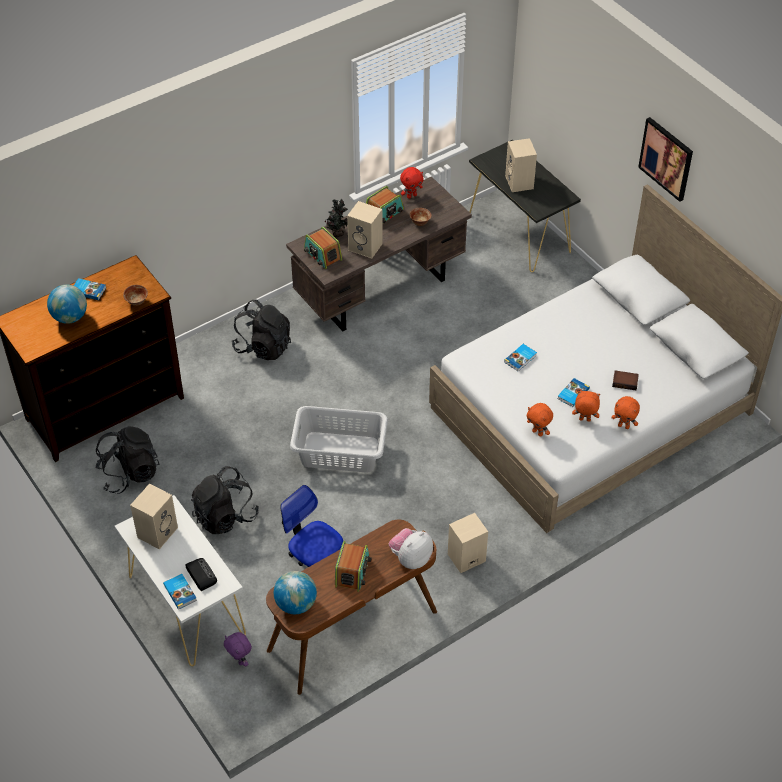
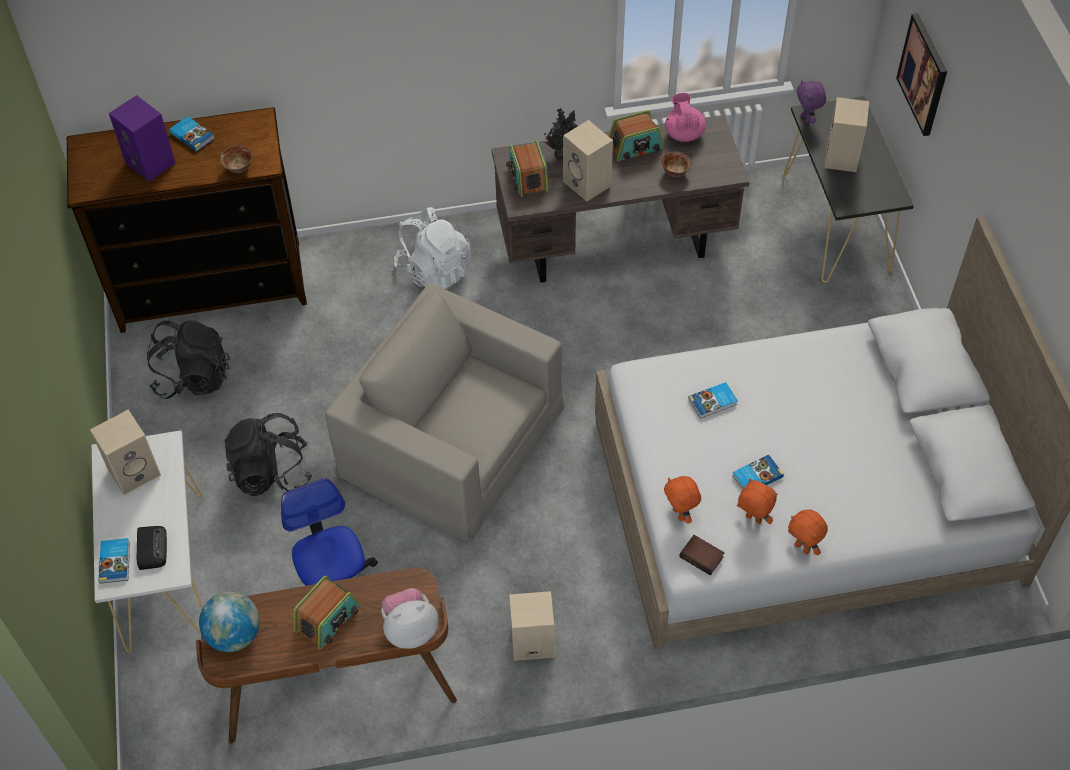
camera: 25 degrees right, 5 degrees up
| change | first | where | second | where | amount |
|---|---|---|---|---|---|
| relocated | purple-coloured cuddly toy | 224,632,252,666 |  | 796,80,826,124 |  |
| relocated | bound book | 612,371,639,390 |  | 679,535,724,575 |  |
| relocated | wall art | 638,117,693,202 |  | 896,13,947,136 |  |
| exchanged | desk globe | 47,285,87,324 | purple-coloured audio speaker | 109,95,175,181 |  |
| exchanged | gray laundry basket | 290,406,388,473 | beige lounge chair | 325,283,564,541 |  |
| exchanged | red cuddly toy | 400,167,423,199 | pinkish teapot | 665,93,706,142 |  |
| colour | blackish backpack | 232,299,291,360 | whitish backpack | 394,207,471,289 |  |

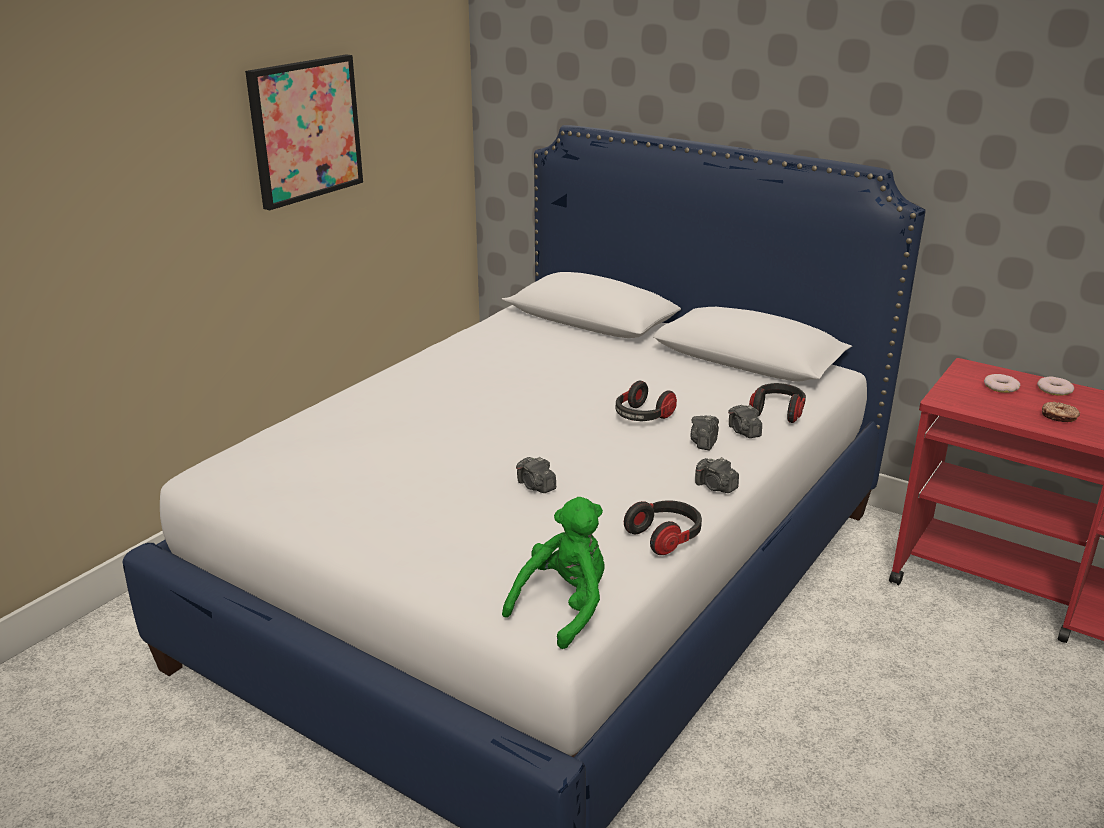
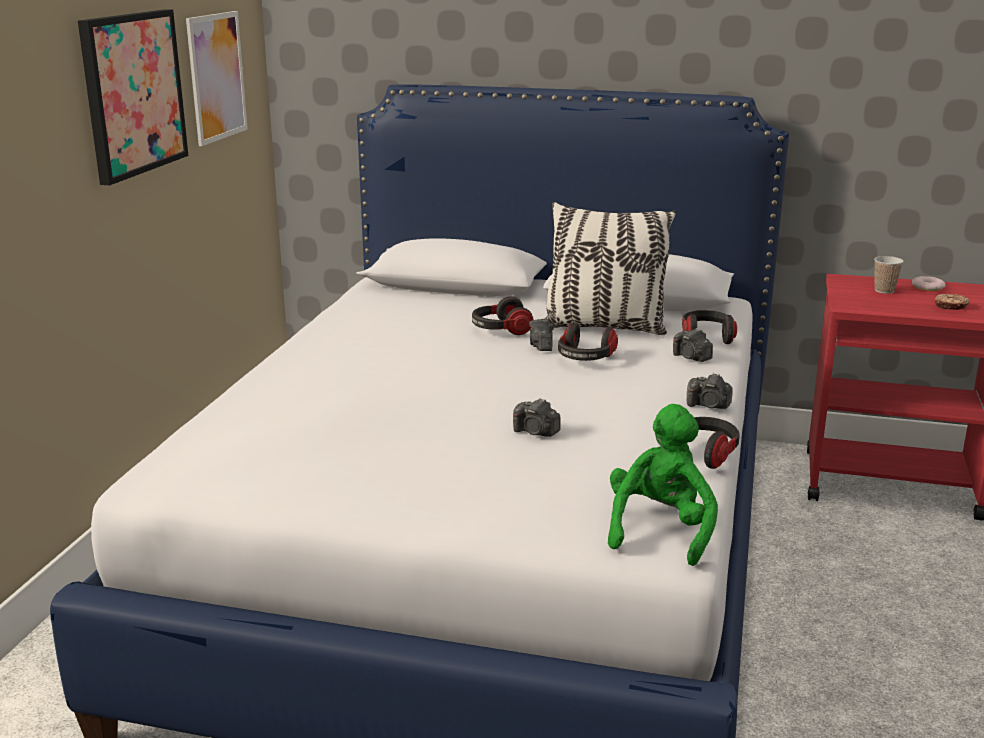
camera: 20 degrees left, 5 degrees down
| change | first | where | second | where | amount |
|---|---|---|---|---|---|
| appeared |  |  | wall art | 186,11,248,146 |  |
| appeared |  |  | headset | 472,296,533,335 |  |
| appeared |  |  | pillow | 544,202,676,335 |  |
| relocated | photo camera | 690,415,719,450 |  | 529,319,554,351 |  |
| exchanged | doughnut | 984,374,1020,393 | drinking cup | 874,256,904,294 |  |

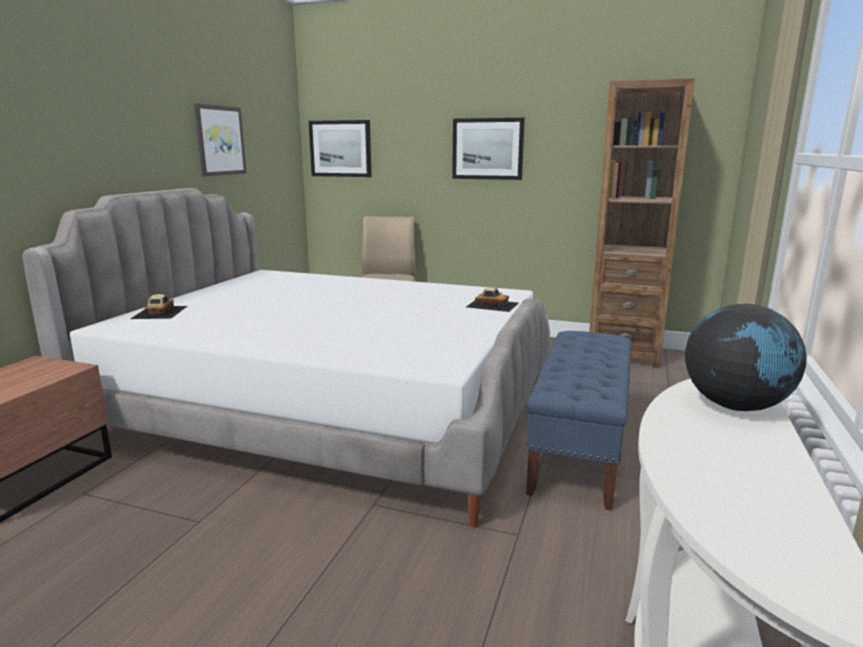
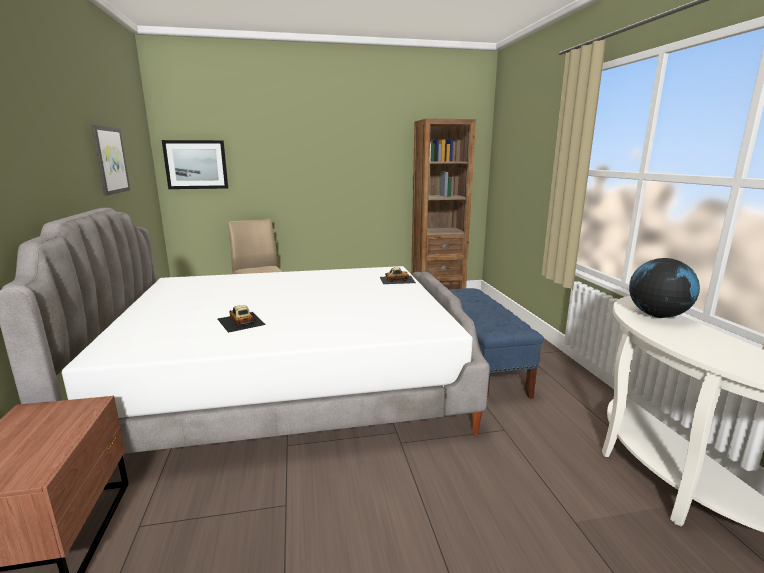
camera: 30 degrees left, 0 degrees up
| change | first | where | second | where | amount |
|---|---|---|---|---|---|
| missing | wall art | 452,118,525,180 |  |  |  |
| relocated | toy car | 130,294,187,319 |  | 218,305,266,333 |  |

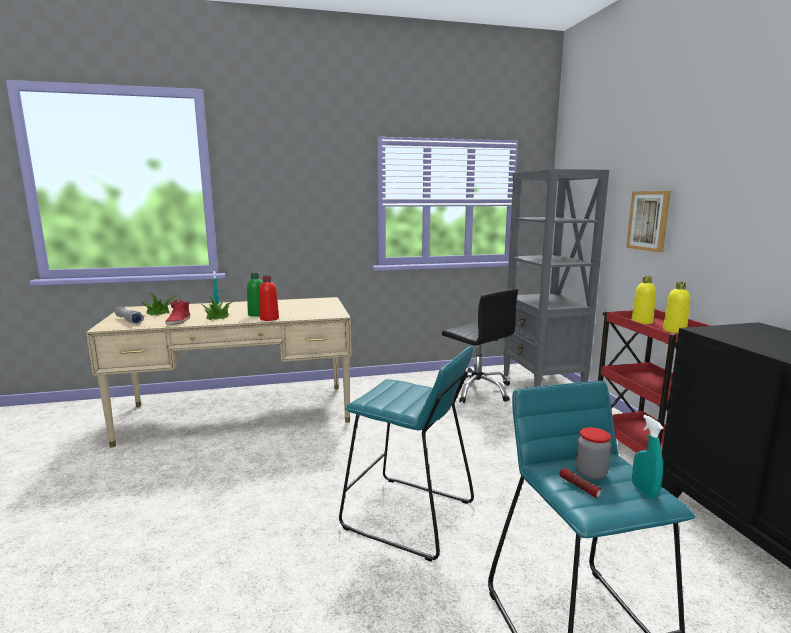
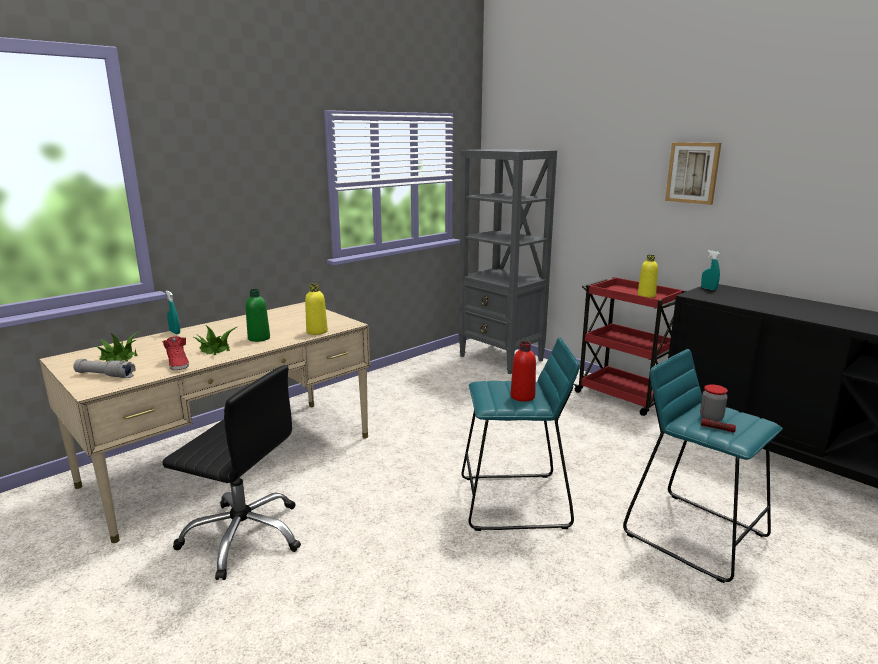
camera: 30 degrees left, 5 degrees up
| change | first | where | second | where | amount |
|---|---|---|---|---|---|
| relocated | red drink bottle | 259,276,279,321 |  | 510,341,536,402 |  |
| relocated | blackish desk chair | 442,289,518,403 |  | 162,365,301,580 |  |
| relocated | wall art | 626,191,671,252 |  | 665,142,721,205 |  |
| relocated | yellow drink bottle | 631,276,656,324 |  | 305,284,328,335 |  |
| relocated | turquoise-coloured spray bottle | 632,415,663,499 |  | 701,250,720,290 |  |

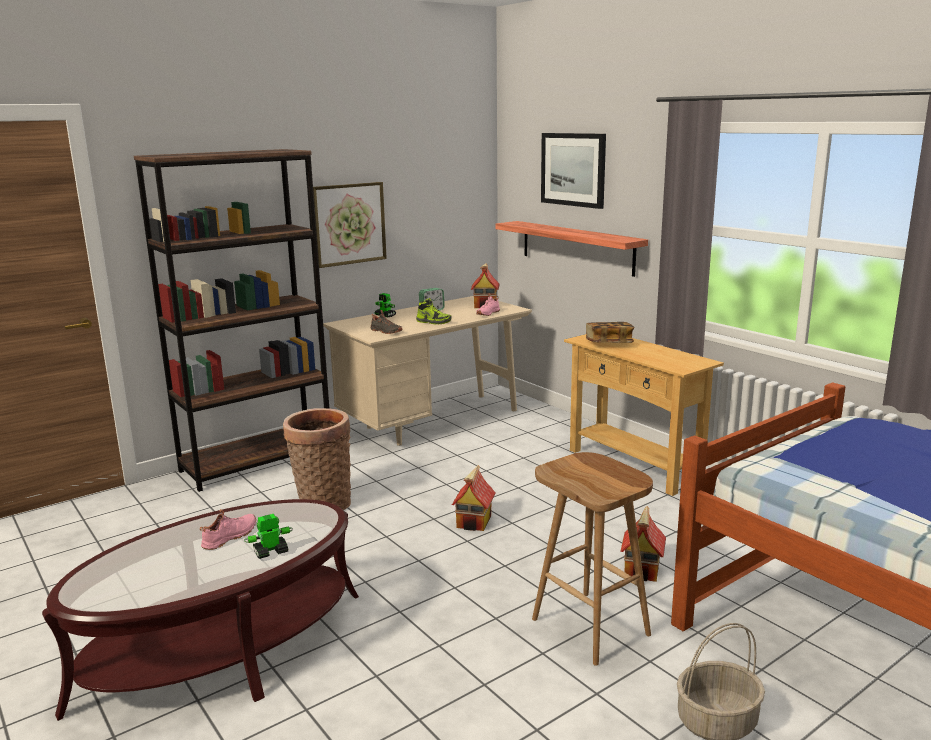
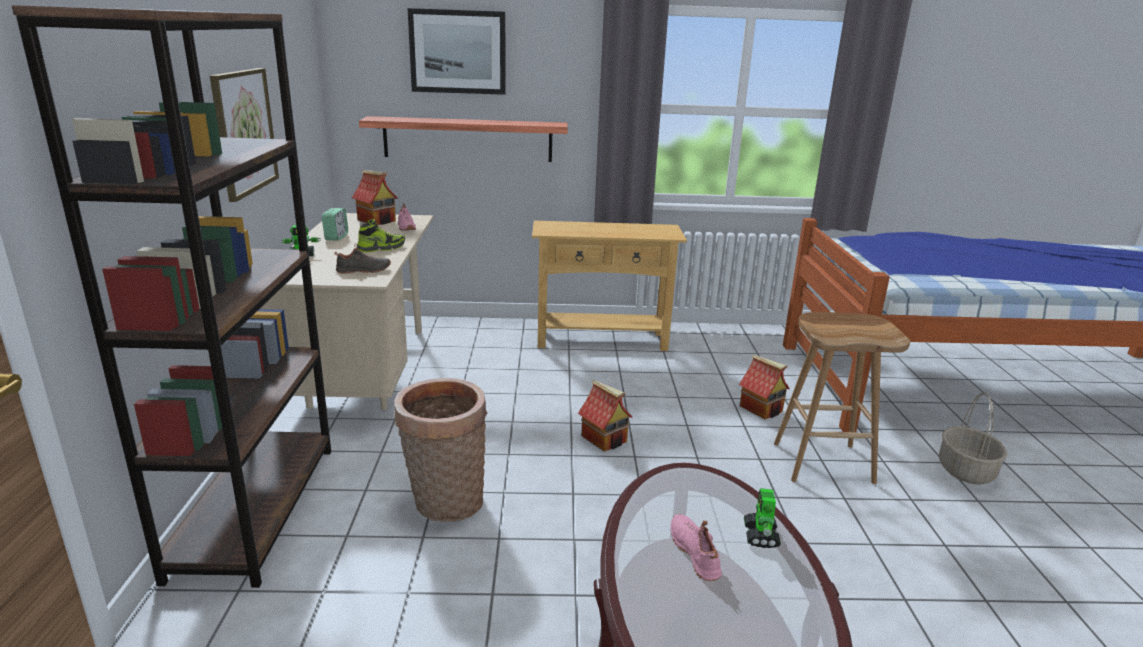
camera: 55 degrees left, 5 degrees up
| change | first | where | second | where | amount |
|---|---|---|---|---|---|
| missing | bound book | 586,322,635,343 |  |  |  |

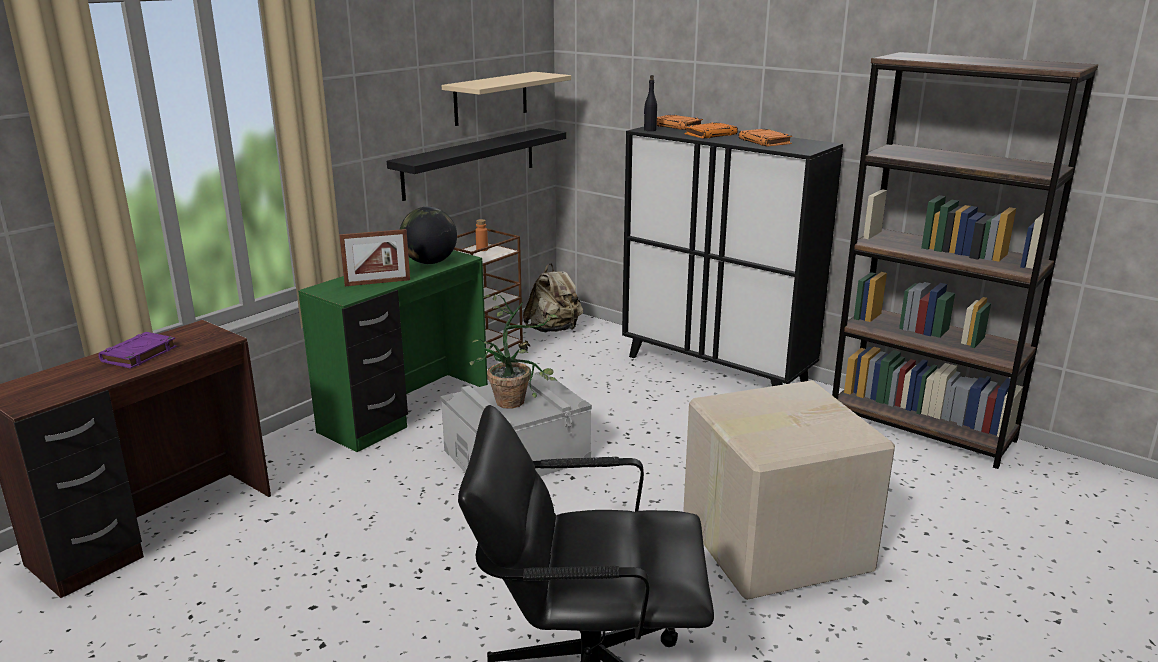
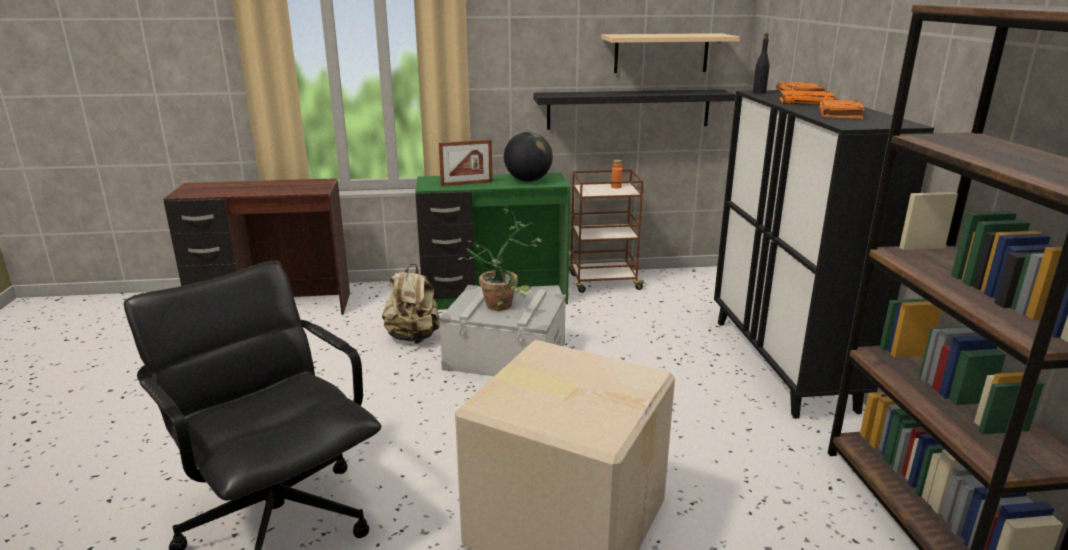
camera: 45 degrees right, 0 degrees up
| change | first | where | second | where | amount |
|---|---|---|---|---|---|
| missing | purple-coloured bound book | 99,332,177,369 |  |  |  |
| relocated | beige backpack | 523,263,583,332 |  | 382,263,440,344 |  |
| spun | photo frame | 339,229,410,286 |  | 439,140,493,186 | 45 degrees counterclockwise |

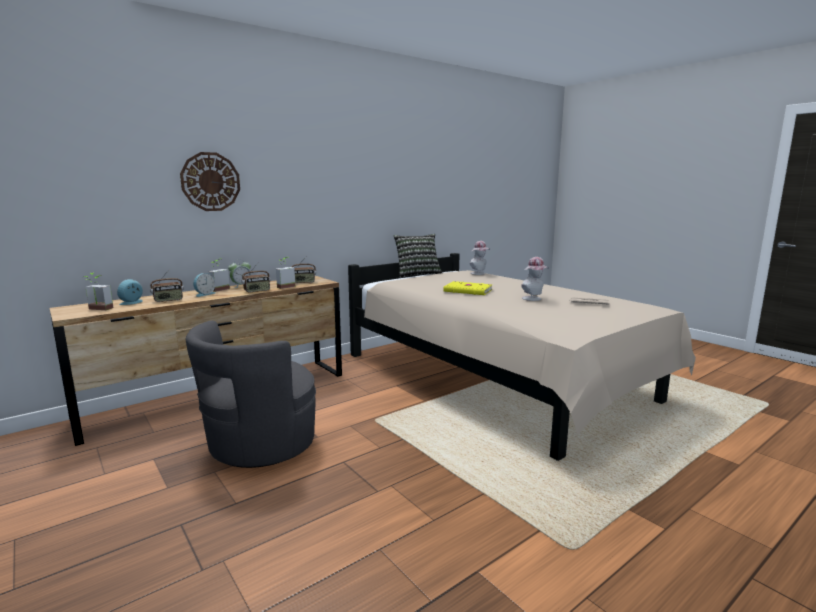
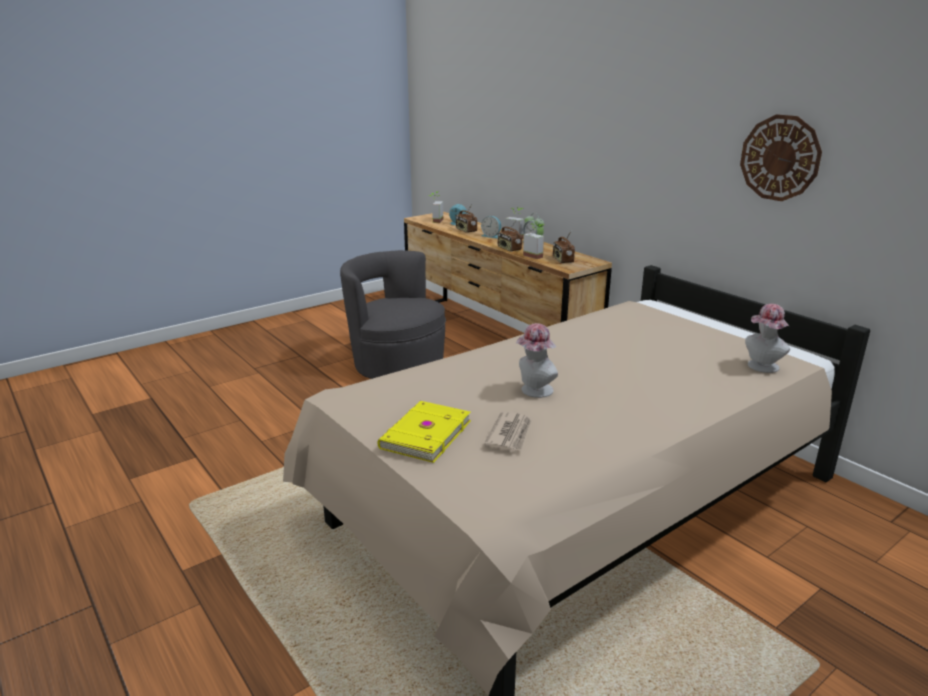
camera: 90 degrees right, 10 degrees up
| change | first | where | second | where | amount |
|---|---|---|---|---|---|
| missing | pillow | 394,234,442,278 |  |  |  |
| relocated | clock on the wall | 180,152,240,211 |  | 740,114,822,201 |  |
| relocated | yellow bound book | 443,281,492,295 |  | 378,401,471,463 |  |

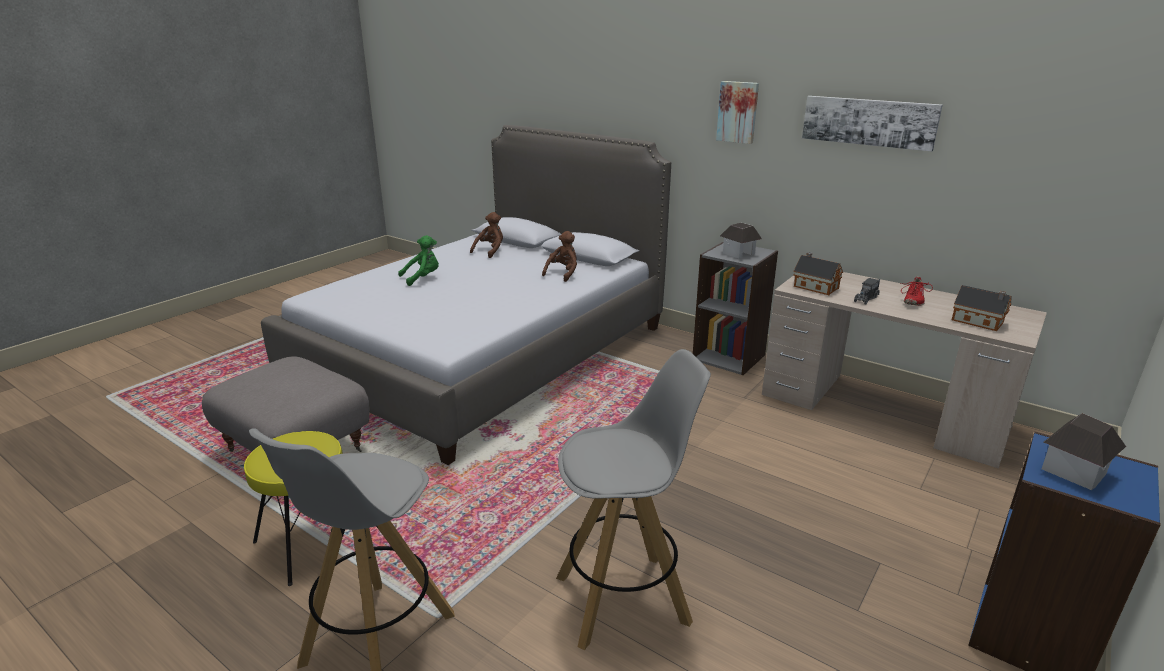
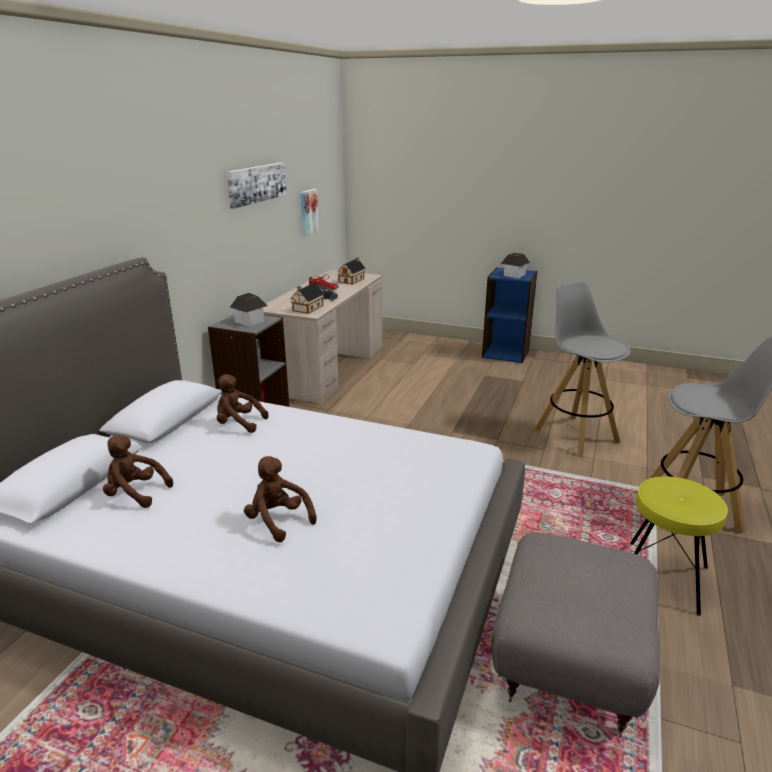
camera: 105 degrees left, 0 degrees up
| change | first | where | second | where | amount |
|---|---|---|---|---|---|
| relocated | wall art | 716,81,759,144 |  | 300,189,319,236 |  |
| colour | greenish cuddly toy | 398,235,439,286 | brown-coloured cuddly toy | 244,456,317,542 |  |

